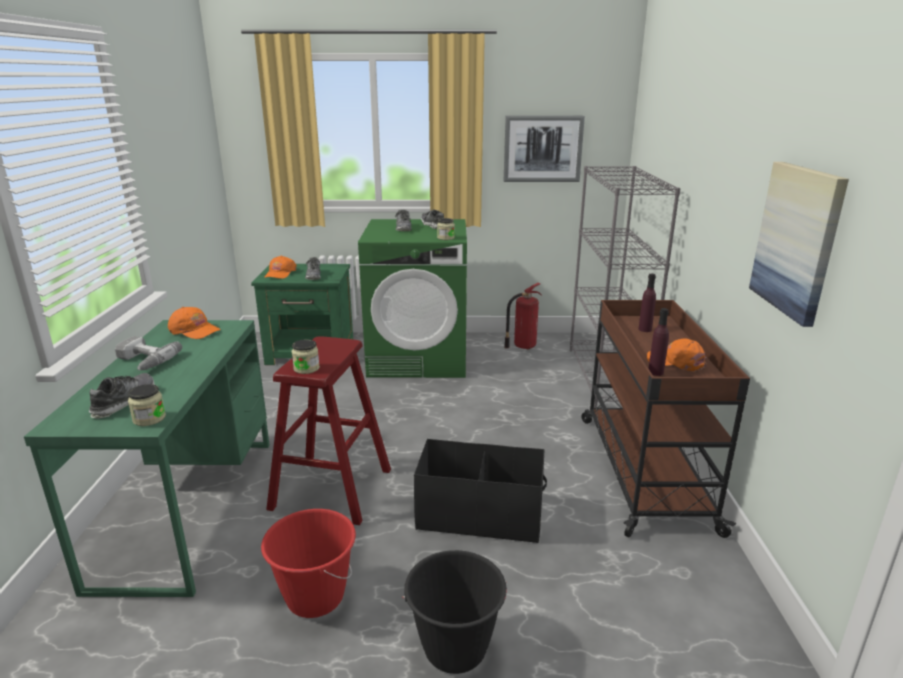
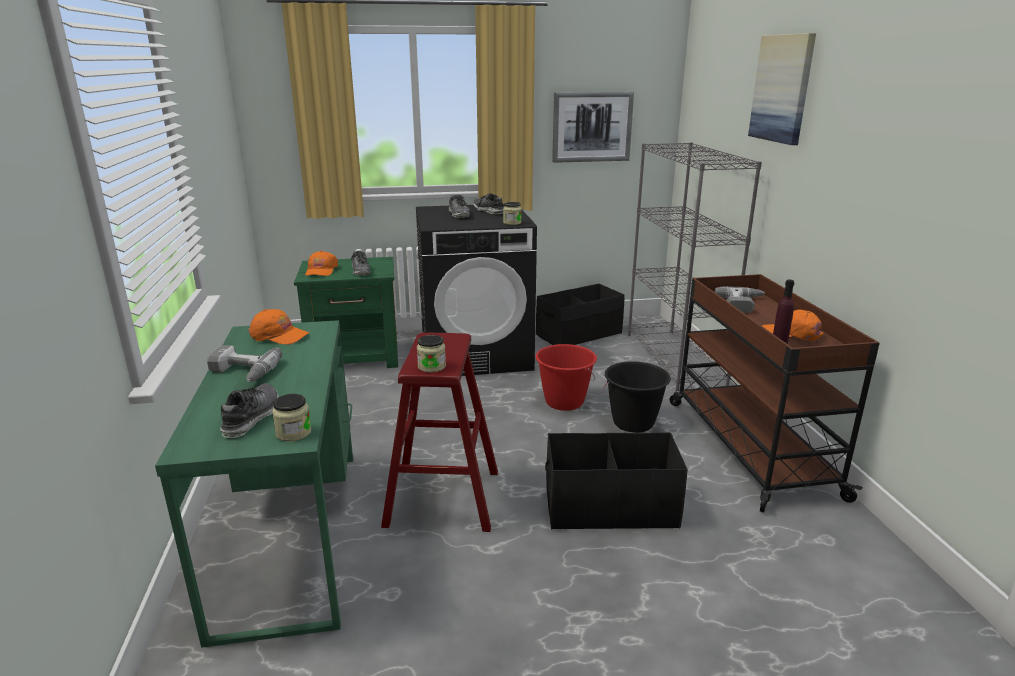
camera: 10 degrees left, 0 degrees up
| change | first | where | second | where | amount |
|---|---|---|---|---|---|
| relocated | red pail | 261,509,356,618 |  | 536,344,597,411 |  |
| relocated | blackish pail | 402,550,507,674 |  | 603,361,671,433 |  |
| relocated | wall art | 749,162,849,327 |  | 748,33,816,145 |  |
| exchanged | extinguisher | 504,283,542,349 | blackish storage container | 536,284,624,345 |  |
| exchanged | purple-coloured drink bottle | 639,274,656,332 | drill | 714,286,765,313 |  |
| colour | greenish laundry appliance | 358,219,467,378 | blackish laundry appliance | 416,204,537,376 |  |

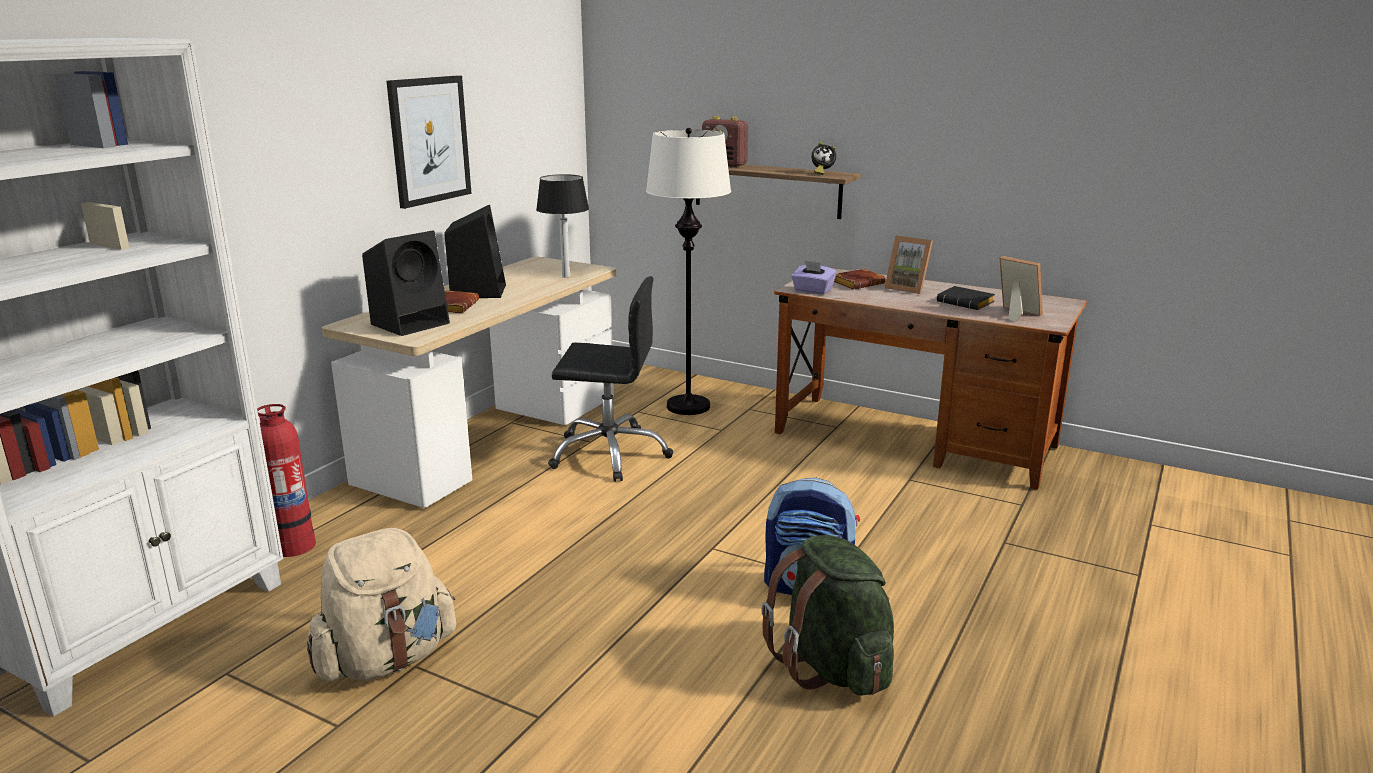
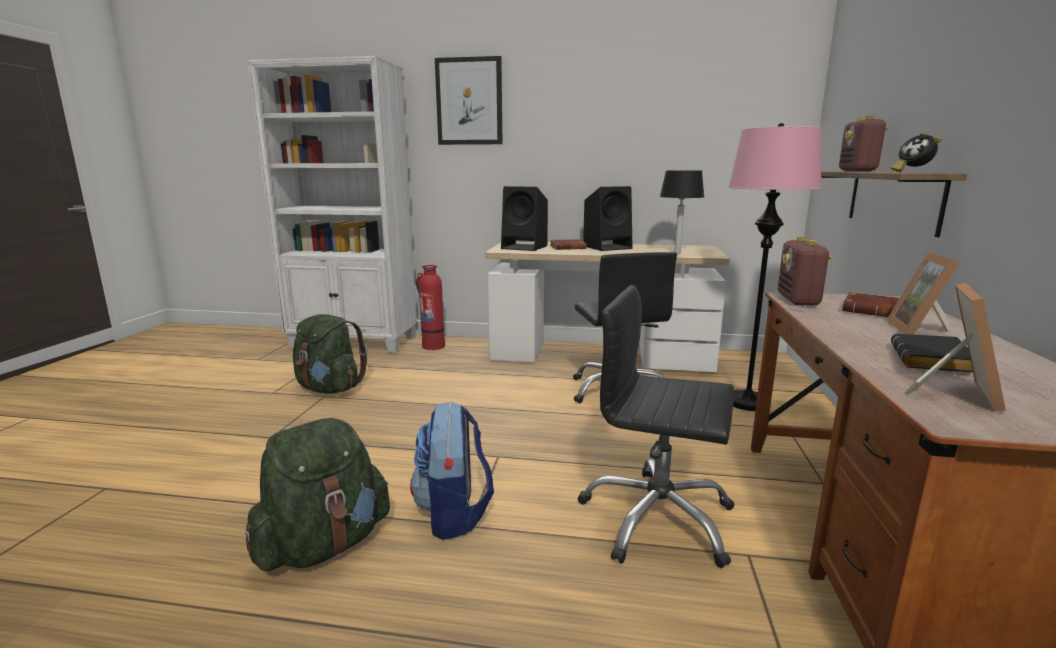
camera: 70 degrees right, 5 degrees down
| change | first | where | second | where | amount |
|---|---|---|---|---|---|
| appeared |  |  | blackish desk chair | 577,285,735,568 |  |
| relocated | wall art | 386,75,472,209 |  | 435,56,503,145 |  |
| exchanged | purple-coloured box of tissues | 791,260,837,294 | radio set | 778,236,833,306 |  |
| colour | beige backpack | 307,528,456,681 | greenish backpack | 293,314,367,394 |  |
| colour | whitish standard lamp | 646,128,731,415 | pinkish standard lamp | 728,123,821,411 |  |

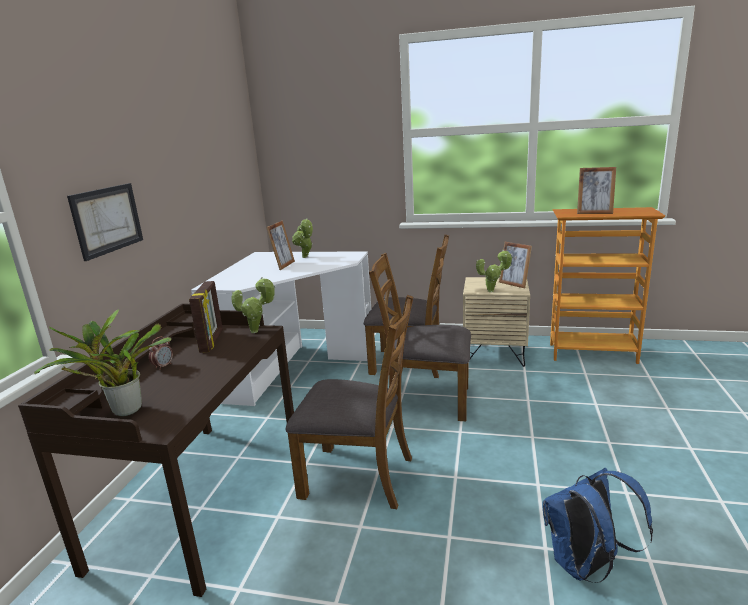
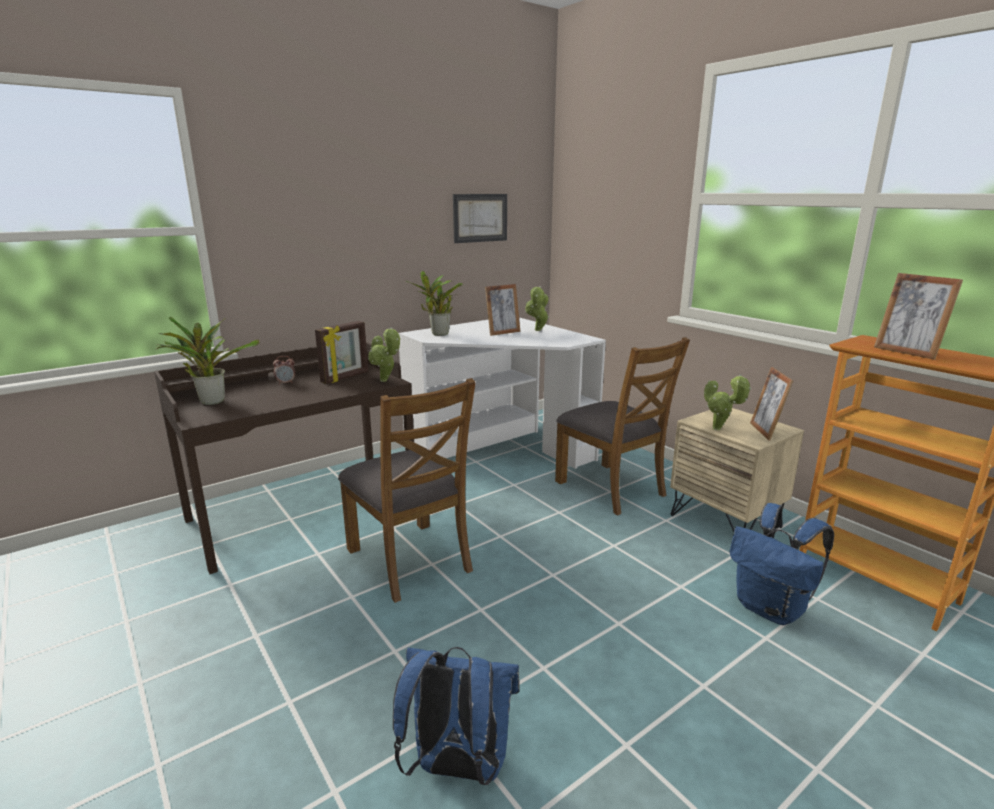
camera: 40 degrees right, 0 degrees up
| change | first | where | second | where | amount |
|---|---|---|---|---|---|
| missing | brown-coloured chair | 369,253,471,421 |  |  |  |
| appeared |  |  | plant in a pot | 406,271,463,336 |  |
| appeared |  |  | blue backpack | 730,503,834,625 |  |
| relocated | wall art | 67,183,143,261 |  | 453,194,507,243 |  |

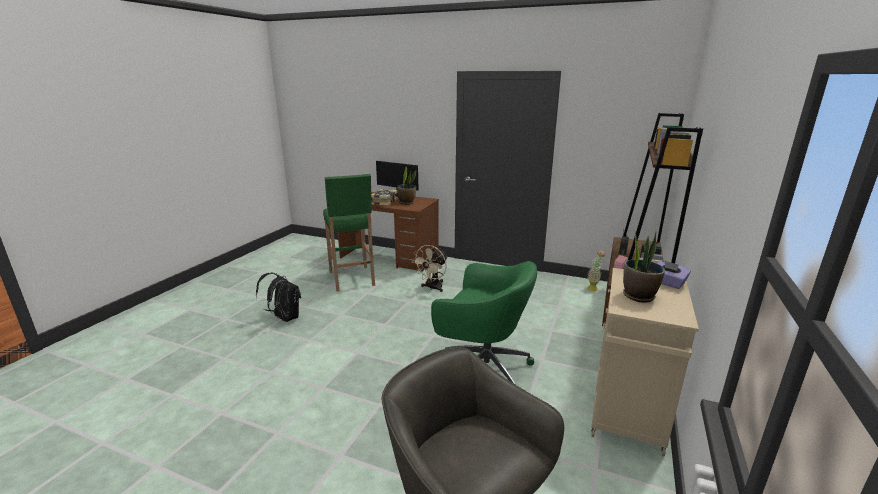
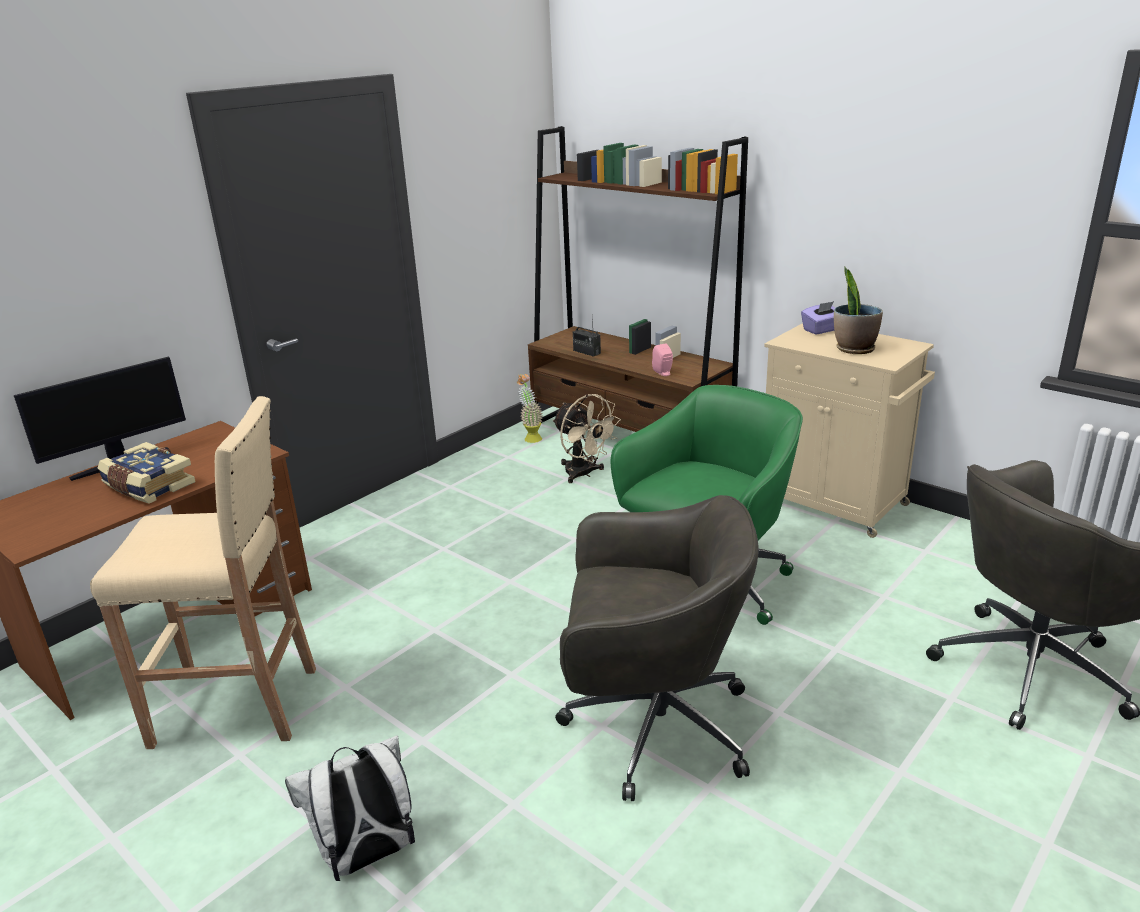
camera: 70 degrees left, 5 degrees up
| change | first | where | second | where | amount |
|---|---|---|---|---|---|
| missing | plant in a pot | 397,167,416,205 |  |  |  |
| appeared |  |  | gray desk chair | 555,495,759,801 |  |
| relocated | beige electric fan | 412,245,448,292 |  | 552,394,621,483 |  |
| colour | blackish backpack | 256,273,301,322 | whitish backpack | 285,735,415,881 |  |
| colour | greenish stool seat | 323,174,375,291 | beige stool seat | 90,396,316,749 |  |

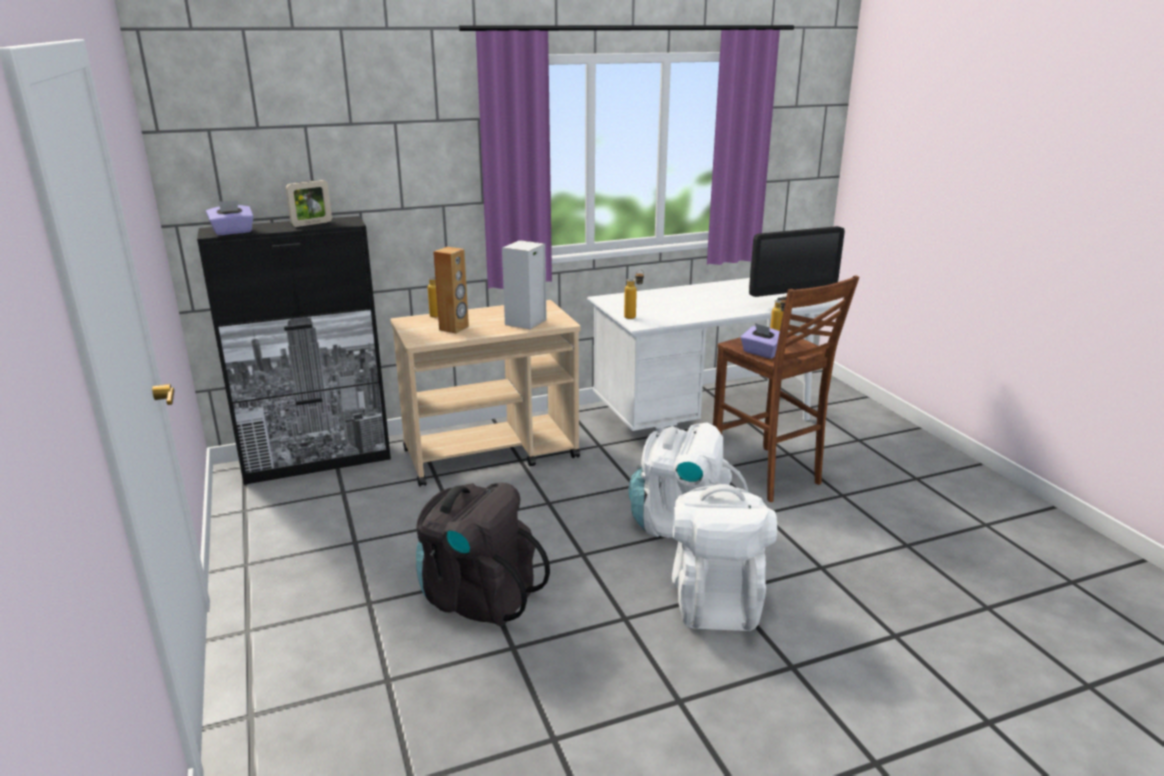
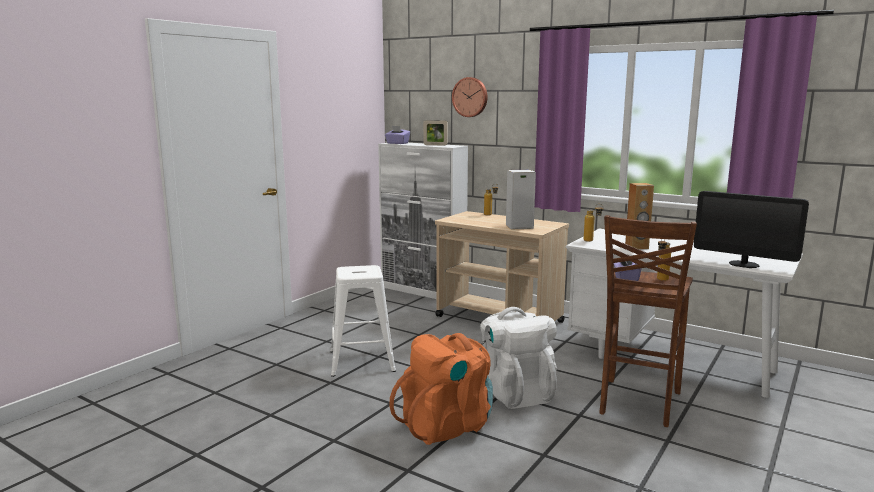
camera: 55 degrees right, 10 degrees down
| change | first | where | second | where | amount |
|---|---|---|---|---|---|
| appeared |  |  | clock on the wall | 452,77,488,117 |  |
| relocated | brown-coloured audio speaker | 433,247,469,333 |  | 625,183,654,249 |  |
| exchanged | blackish backpack | 416,483,550,627 | whitish stool seat | 330,265,396,377 |  |
| colour | blackish cupboard | 197,216,391,485 | whitish cupboard | 378,143,468,299 |  |
| colour | whitish backpack | 672,484,777,631 | orangey backpack | 389,333,493,445 |  |

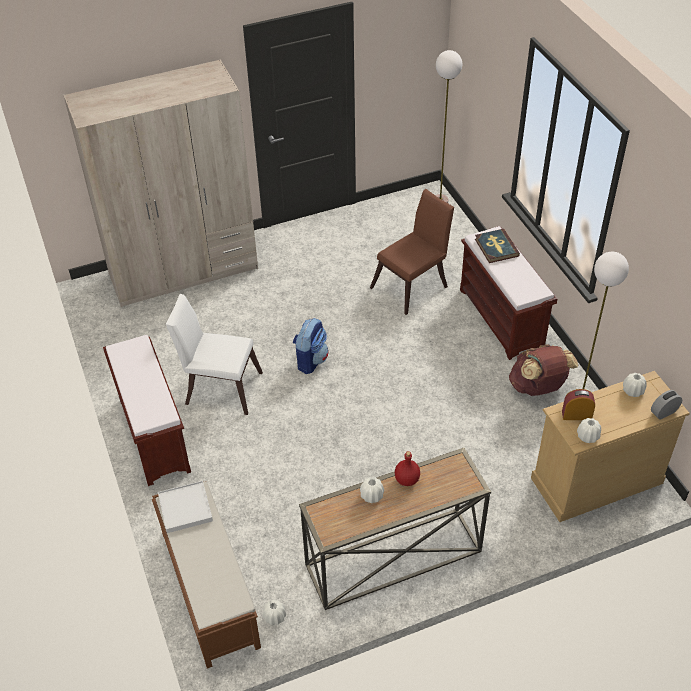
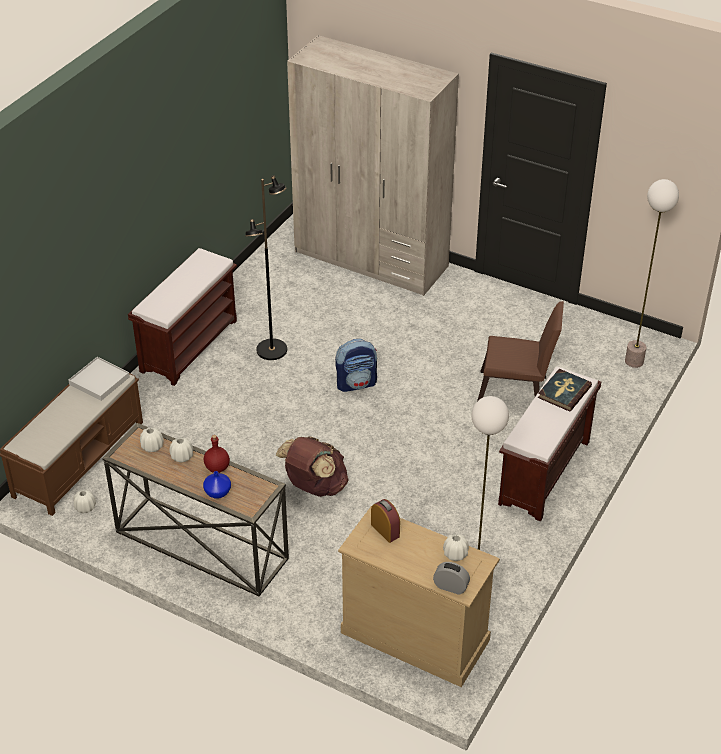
camera: 50 degrees right, 5 degrees down
| change | first | where | second | where | amount |
|---|---|---|---|---|---|
| appeared |  |  | blue vase | 203,471,231,499 |  |
| relocated | brown-coloured backpack | 509,344,578,396 |  | 276,437,349,497 |  |
| relocated | whitish vase | 577,418,601,443 |  | 140,427,164,452 |  |
| exchanged | whitish chair | 166,294,263,415 | blackish standard lamp | 246,176,287,360 |  |

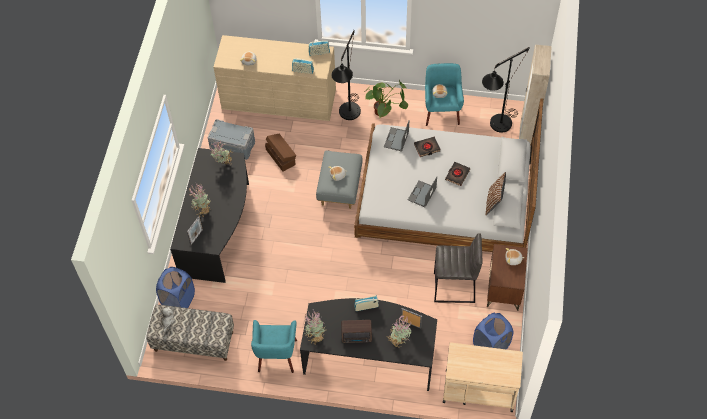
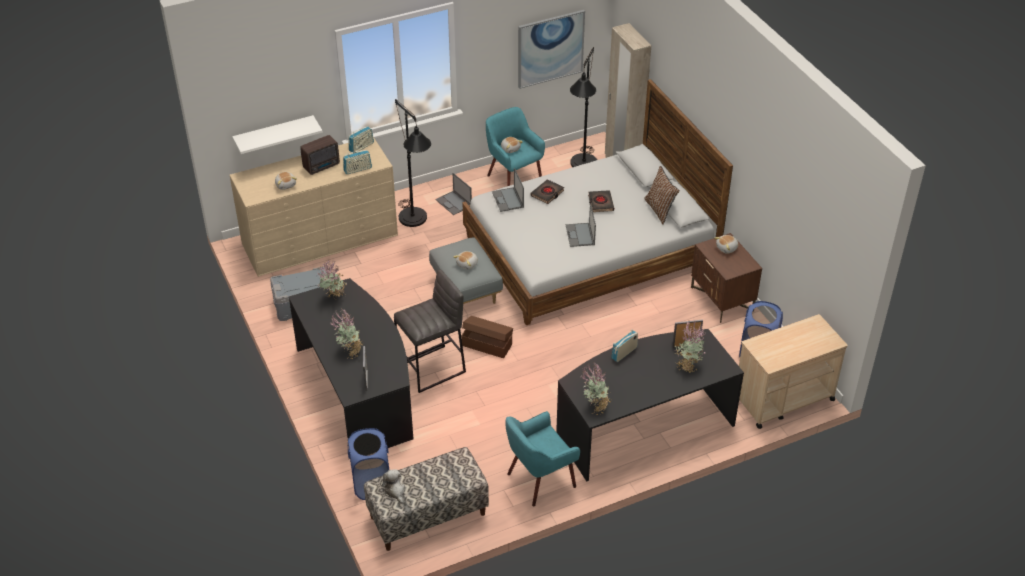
camera: 35 degrees left, 15 degrees down
| change | first | where | second | where | amount |
|---|---|---|---|---|---|
| appeared |  |  | whitish wall shelf | 232,115,323,154 |  |
| appeared |  |  | wall art | 518,10,585,89 |  |
| relocated | brown-coloured storage container | 265,134,296,172 |  | 462,316,513,358 |  |
| relocated | radio set | 341,320,372,343 |  | 300,135,340,175 |  |
| relocated | gray stool seat | 434,233,483,303 |  | 394,270,466,393 |  |
| exchanged | plant in a pot | 365,80,408,118 | laptop | 436,173,472,215 |  |
| spun | turquoise-coloured lounge chair | 251,320,297,373 |  | 505,411,580,506 | 90 degrees clockwise |

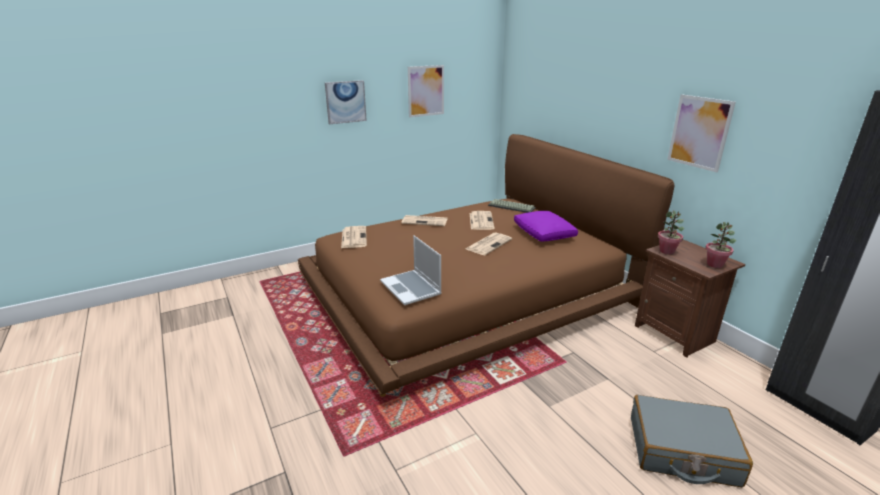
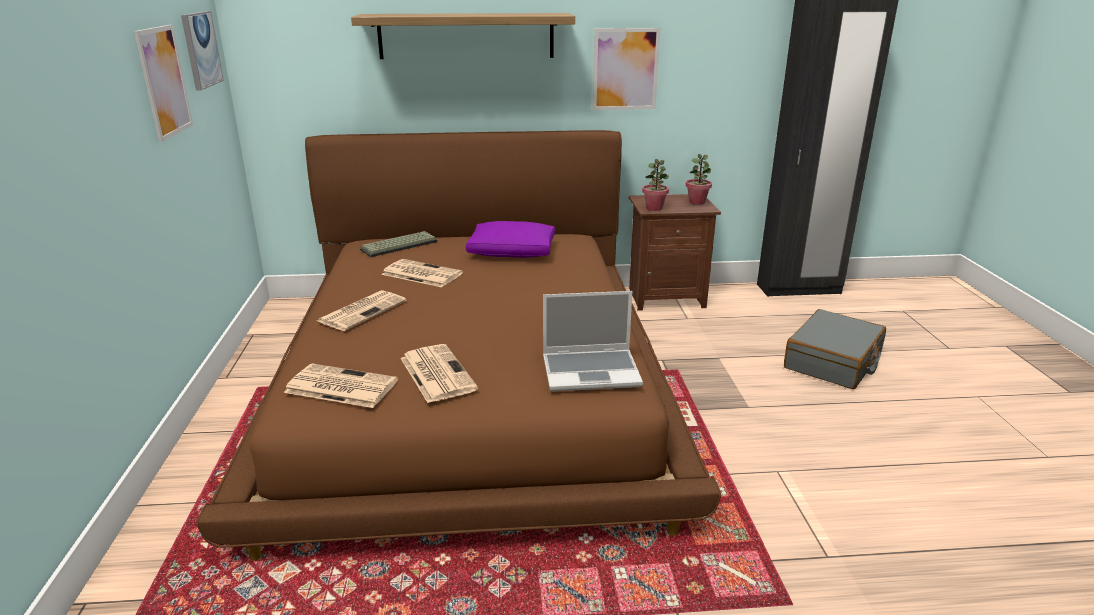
camera: 65 degrees left, 0 degrees up
| change | first | where | second | where | amount |
|---|---|---|---|---|---|
| appeared |  |  | wall shelf | 351,13,575,59 |  |
| relocated | wall art | 325,80,367,124 |  | 181,11,224,91 |  |
| relocated | printed paper | 466,232,512,255 |  | 400,344,478,403 |  |

